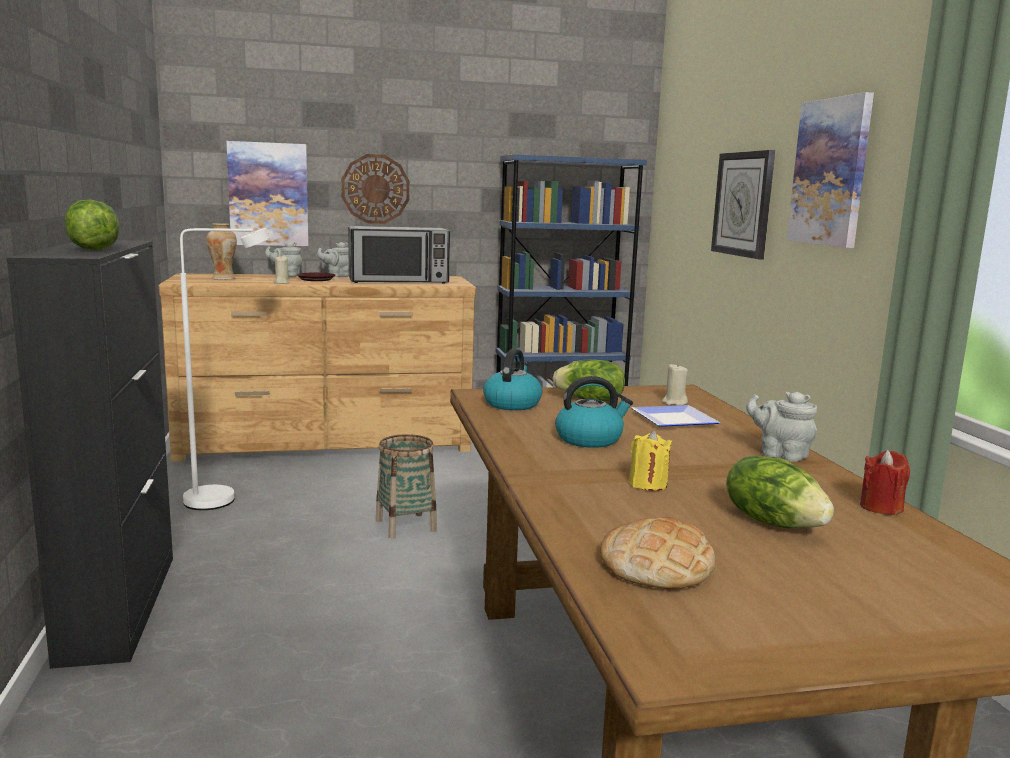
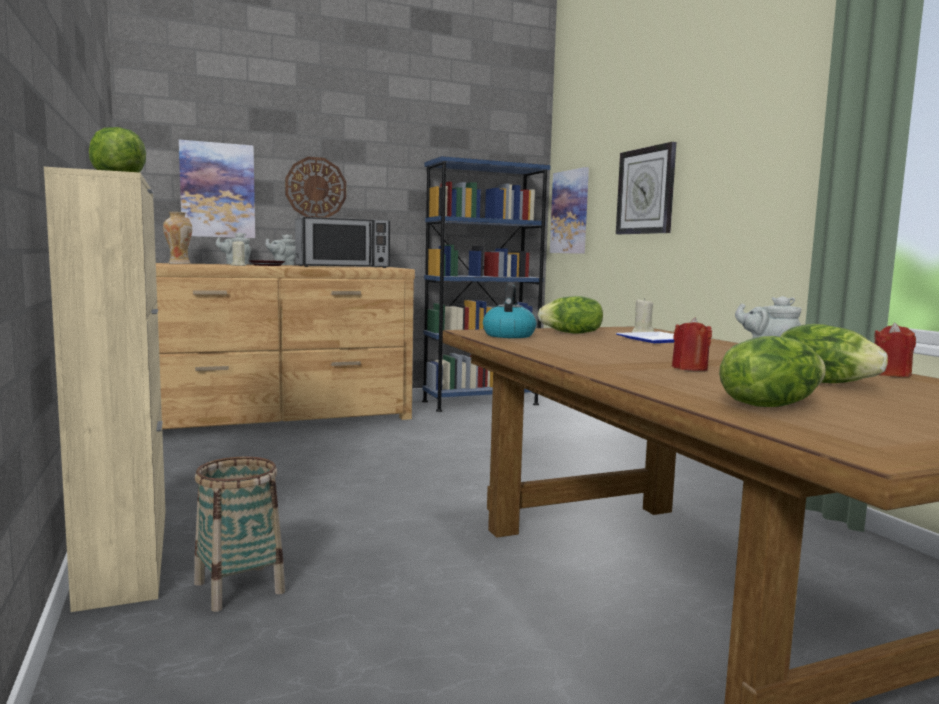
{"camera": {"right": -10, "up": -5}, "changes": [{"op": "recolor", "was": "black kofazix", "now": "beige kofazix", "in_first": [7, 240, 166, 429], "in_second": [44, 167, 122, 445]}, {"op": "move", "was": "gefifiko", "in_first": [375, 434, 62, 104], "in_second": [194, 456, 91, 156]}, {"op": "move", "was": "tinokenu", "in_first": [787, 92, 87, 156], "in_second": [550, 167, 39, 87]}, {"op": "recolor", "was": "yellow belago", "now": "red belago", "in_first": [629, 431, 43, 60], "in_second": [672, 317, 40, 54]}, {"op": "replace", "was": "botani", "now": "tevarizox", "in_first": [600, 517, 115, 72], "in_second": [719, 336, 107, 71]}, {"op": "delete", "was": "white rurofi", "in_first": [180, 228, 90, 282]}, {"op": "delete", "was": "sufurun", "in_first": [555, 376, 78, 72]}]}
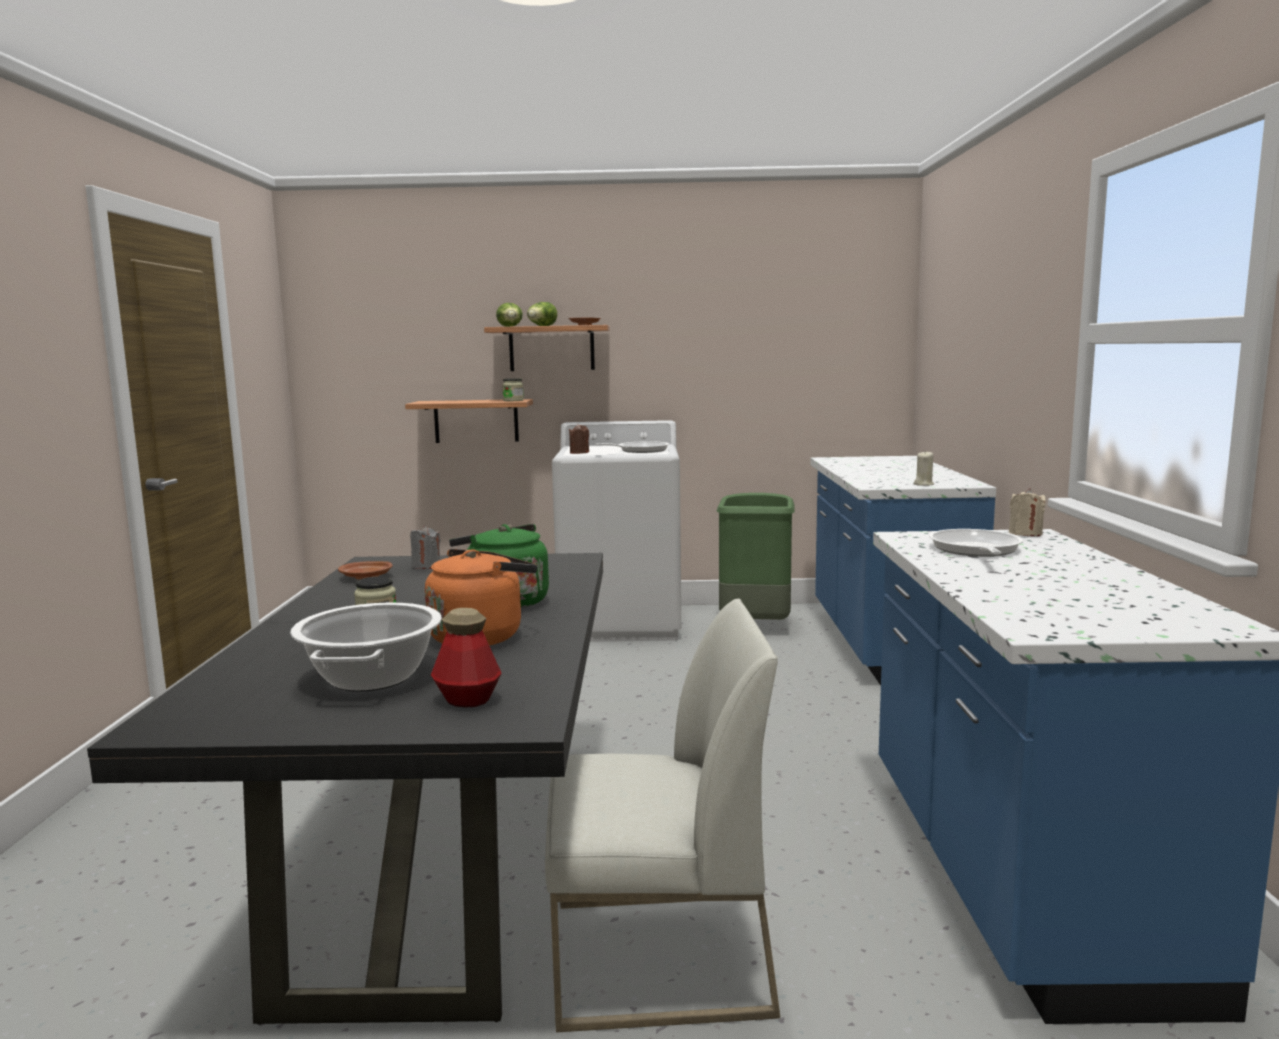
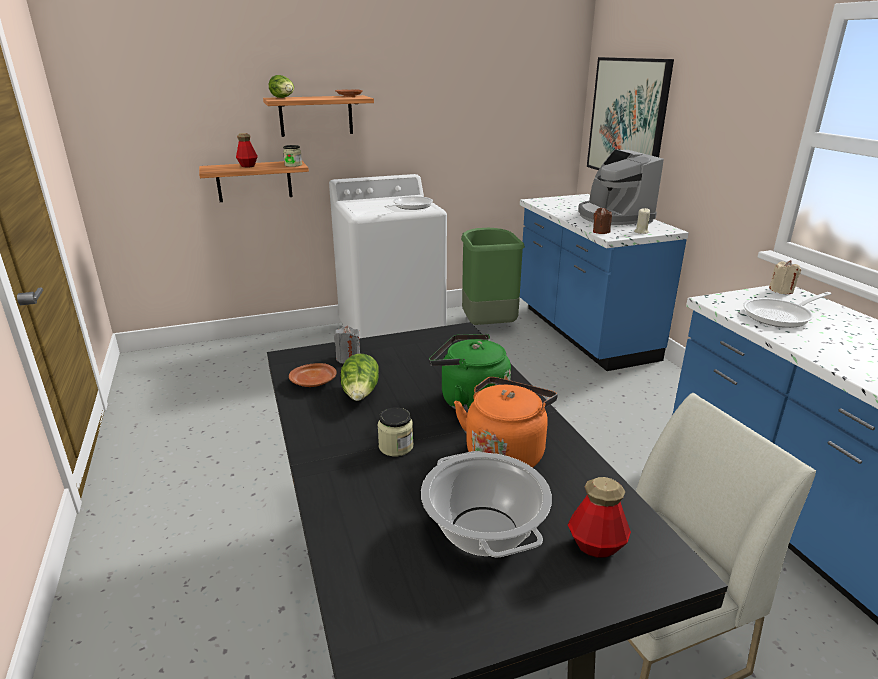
{"camera": {"right": -20, "up": 15}, "changes": [{"op": "insert", "now": "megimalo", "in_second": [236, 133, 22, 35]}, {"op": "move", "was": "tevarizox", "in_first": [527, 302, 30, 24], "in_second": [341, 354, 38, 47]}, {"op": "insert", "now": "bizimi", "in_second": [578, 149, 86, 76]}, {"op": "insert", "now": "tinokenu", "in_second": [587, 57, 87, 113]}, {"op": "move", "was": "brown belago", "in_first": [569, 424, 20, 30], "in_second": [593, 208, 19, 26]}, {"op": "rotate", "was": "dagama", "in_first": [929, 529, 94, 28], "in_second": [743, 292, 88, 36], "clockwise": -105}]}
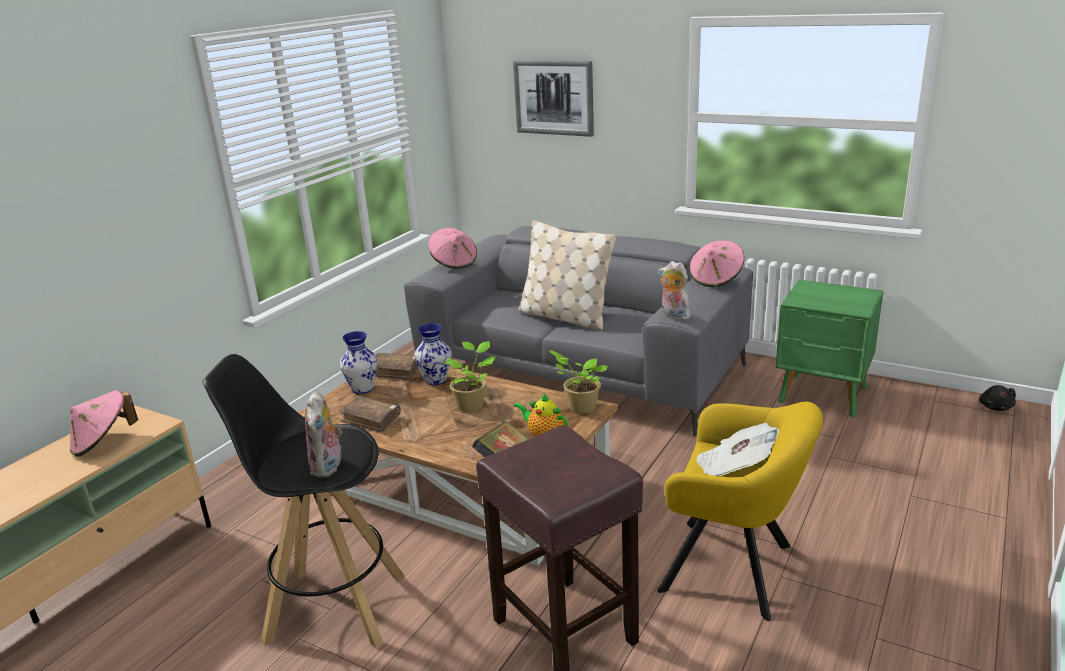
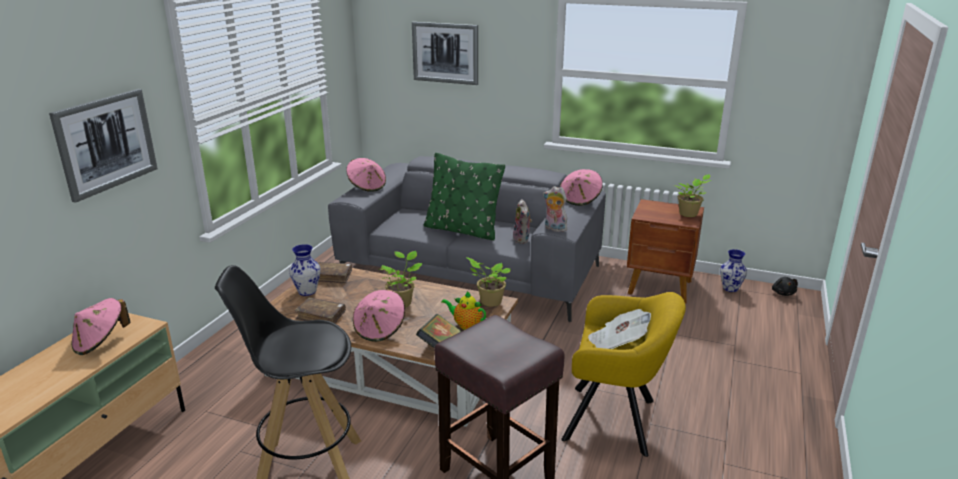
{"camera": {"right": -10, "up": 0}, "changes": [{"op": "insert", "now": "tinokenu", "in_second": [49, 89, 109, 114]}, {"op": "insert", "now": "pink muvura", "in_second": [353, 289, 52, 53]}, {"op": "recolor", "was": "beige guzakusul", "now": "green guzakusul", "in_first": [518, 220, 98, 110], "in_second": [424, 153, 81, 87]}, {"op": "move", "was": "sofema", "in_first": [305, 391, 37, 86], "in_second": [513, 199, 19, 45]}, {"op": "recolor", "was": "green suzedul", "now": "brown suzedul", "in_first": [776, 280, 107, 138], "in_second": [627, 199, 77, 105]}, {"op": "insert", "now": "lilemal", "in_second": [674, 174, 37, 43]}, {"op": "move", "was": "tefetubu", "in_first": [414, 323, 37, 62], "in_second": [720, 249, 27, 43]}]}
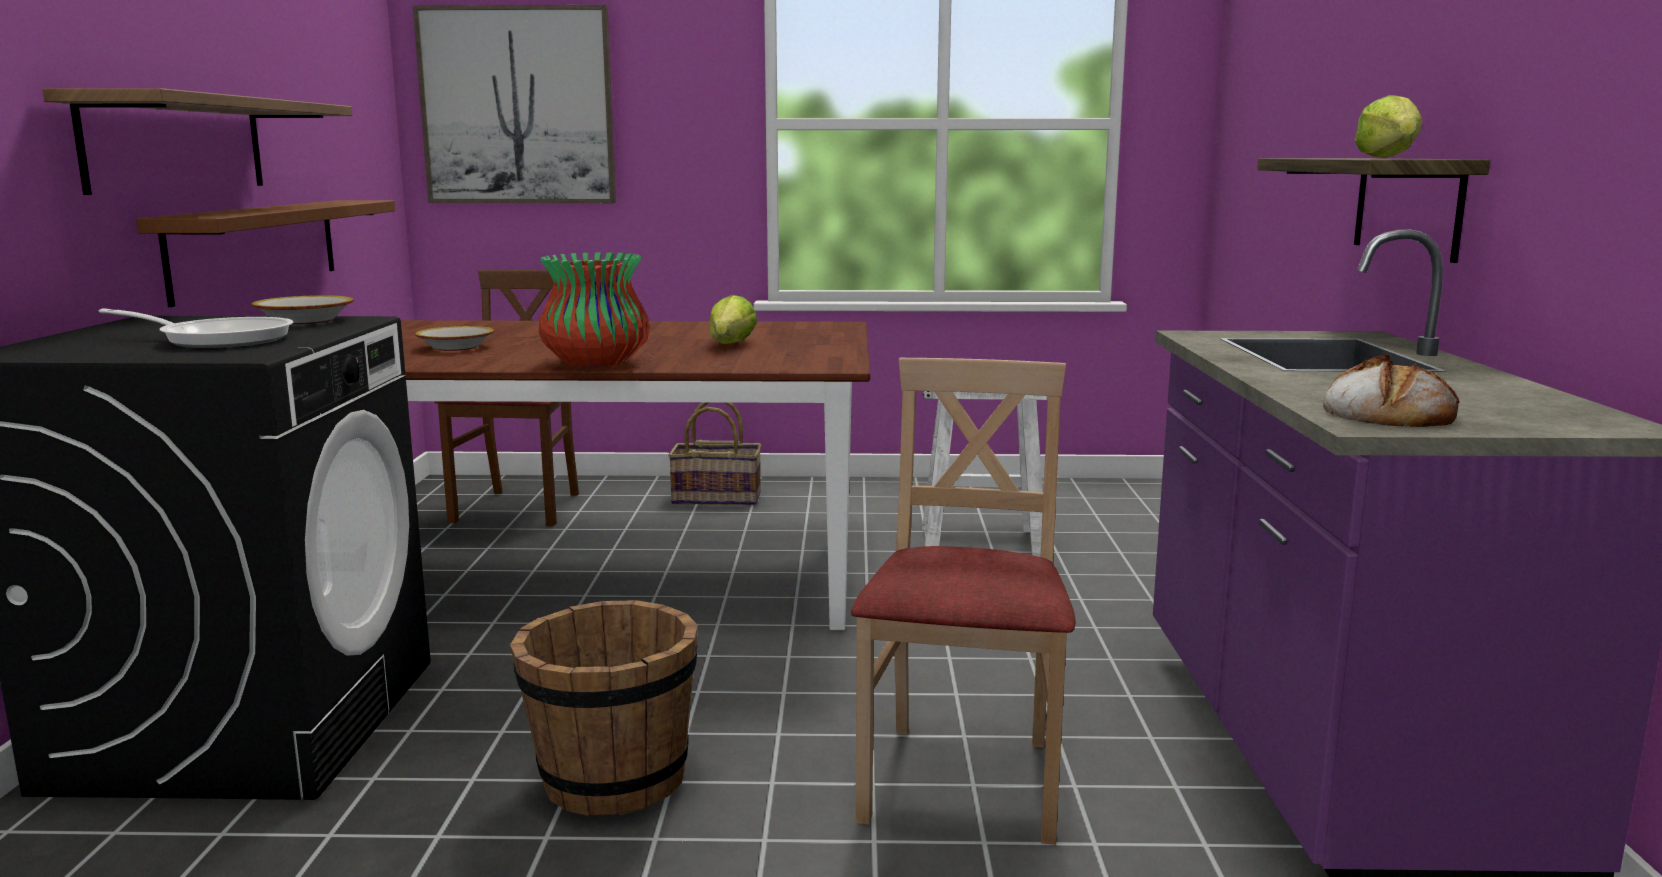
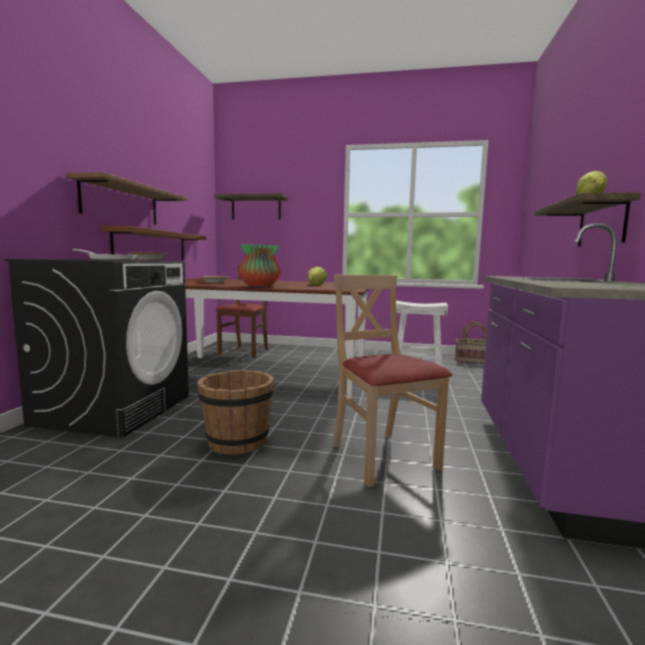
{"camera": {"right": 10, "up": -5}, "changes": [{"op": "replace", "was": "tinokenu", "now": "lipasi", "in_first": [413, 5, 203, 198], "in_second": [214, 193, 75, 27]}, {"op": "rotate", "was": "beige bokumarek", "in_first": [851, 358, 224, 487], "in_second": [333, 275, 119, 212], "clockwise": -45}, {"op": "move", "was": "gefifiko", "in_first": [668, 402, 94, 103], "in_second": [455, 321, 32, 43]}, {"op": "delete", "was": "botani", "in_first": [1323, 354, 137, 73]}]}
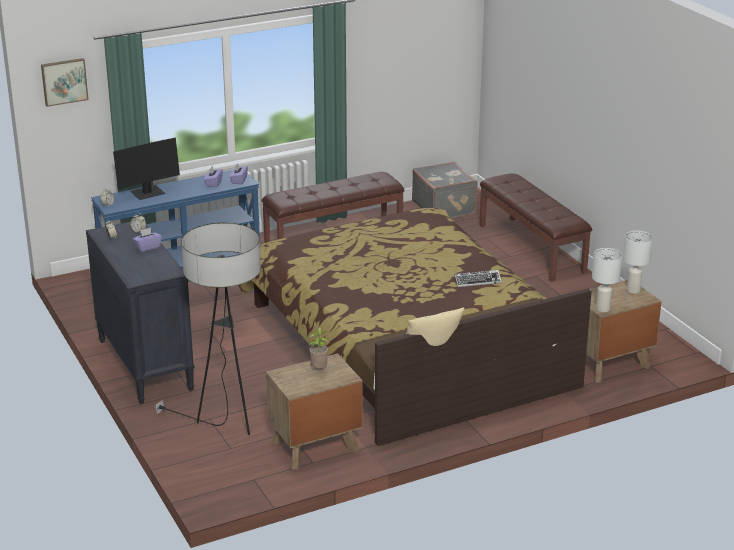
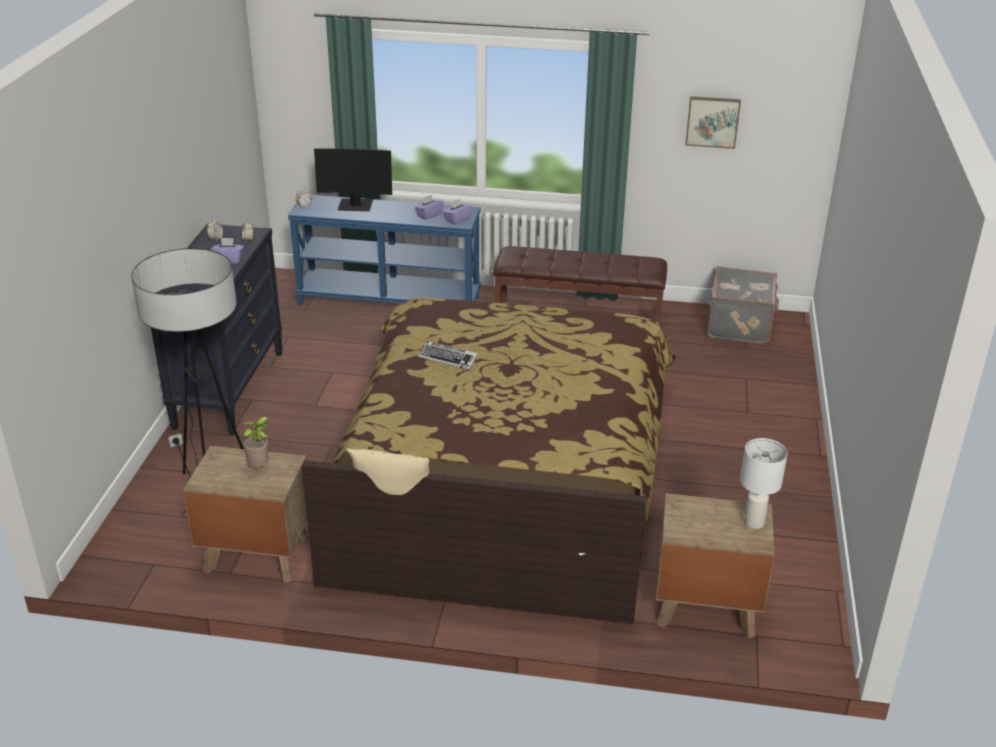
{"camera": {"right": 35, "up": 5}, "changes": [{"op": "move", "was": "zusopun", "in_first": [454, 270, 48, 17], "in_second": [418, 340, 59, 30]}, {"op": "move", "was": "tinokenu", "in_first": [41, 58, 48, 49], "in_second": [685, 96, 56, 53]}, {"op": "delete", "was": "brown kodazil", "in_first": [480, 174, 112, 108]}, {"op": "delete", "was": "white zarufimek", "in_first": [592, 248, 30, 64]}]}
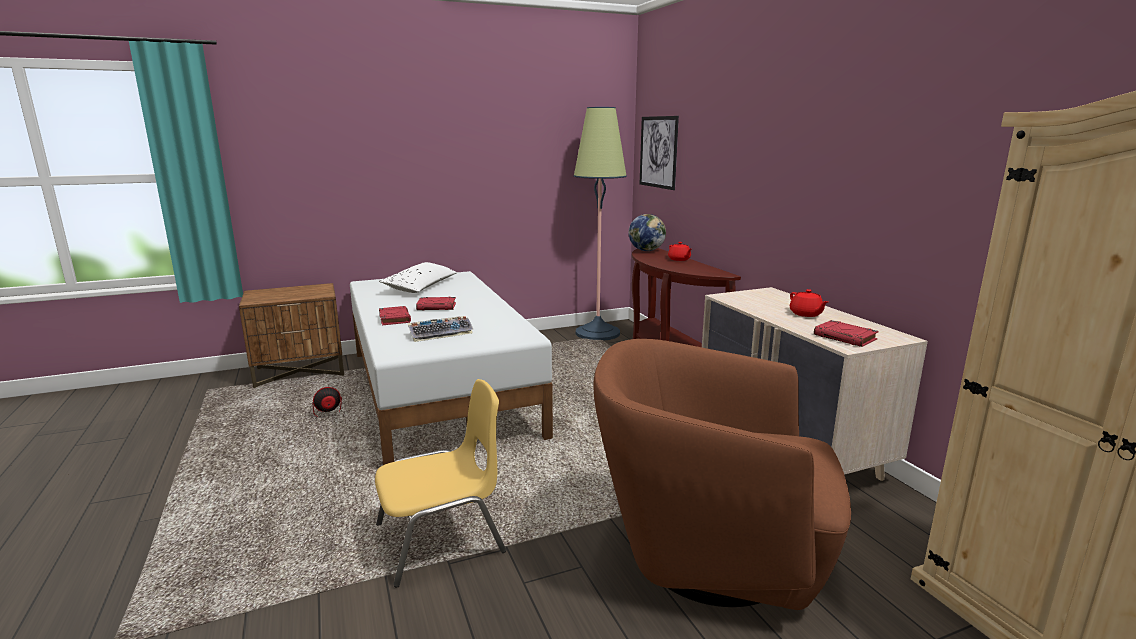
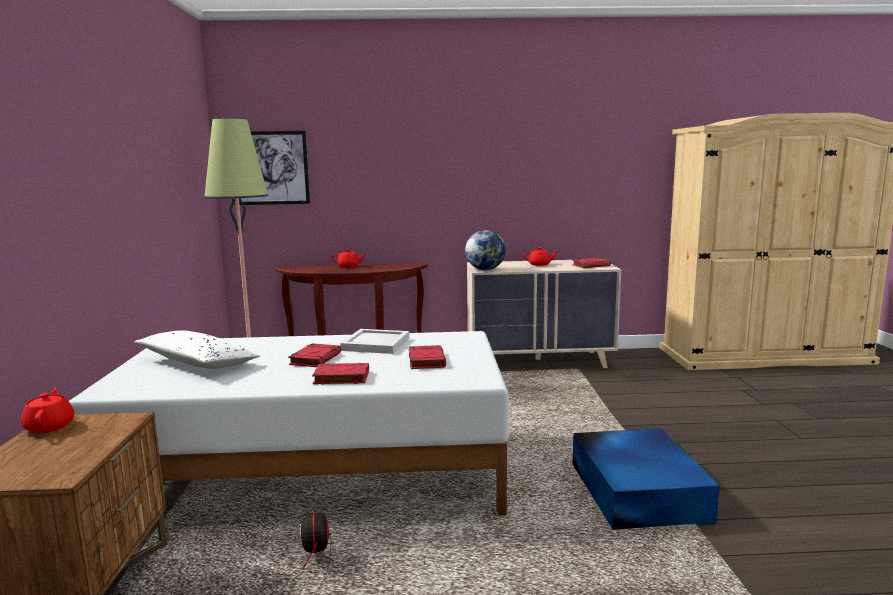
{"camera": {"right": -70, "up": -5}, "changes": [{"op": "insert", "now": "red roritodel", "in_second": [21, 388, 53, 45]}, {"op": "insert", "now": "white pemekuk", "in_second": [340, 329, 69, 25]}, {"op": "replace", "was": "zusopun", "now": "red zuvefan", "in_first": [407, 316, 66, 26], "in_second": [409, 345, 37, 24]}, {"op": "move", "was": "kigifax", "in_first": [629, 214, 37, 37], "in_second": [465, 230, 41, 40]}, {"op": "replace", "was": "yellow bokumarek", "now": "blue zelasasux", "in_first": [375, 379, 131, 209], "in_second": [573, 428, 147, 102]}, {"op": "delete", "was": "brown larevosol", "in_first": [593, 339, 258, 271]}]}
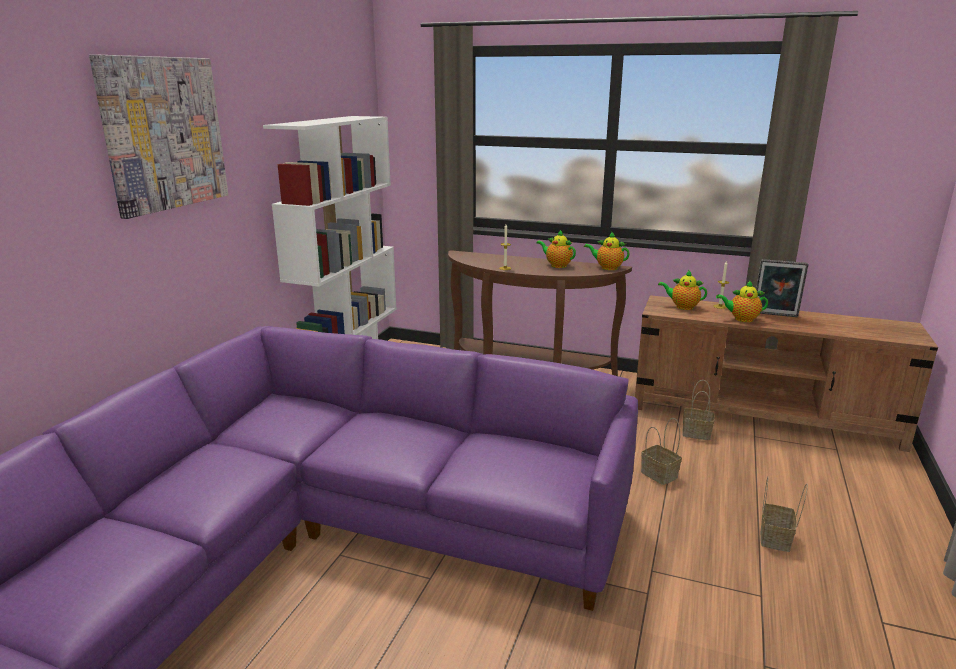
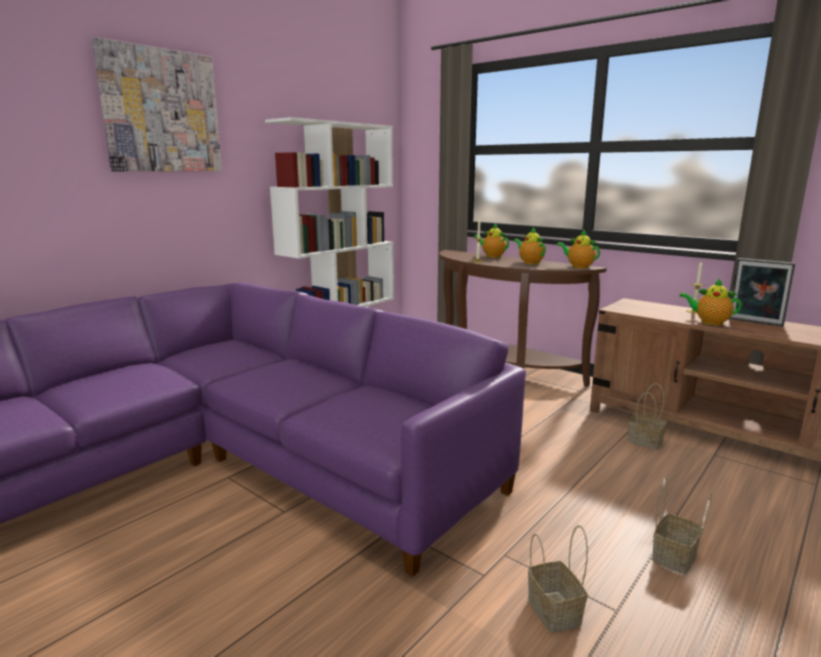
{"camera": {"right": 20, "up": -5}, "changes": [{"op": "move", "was": "roritodel", "in_first": [658, 270, 49, 40], "in_second": [474, 223, 35, 35]}, {"op": "move", "was": "gefifiko", "in_first": [641, 418, 41, 67], "in_second": [528, 525, 60, 108]}]}
